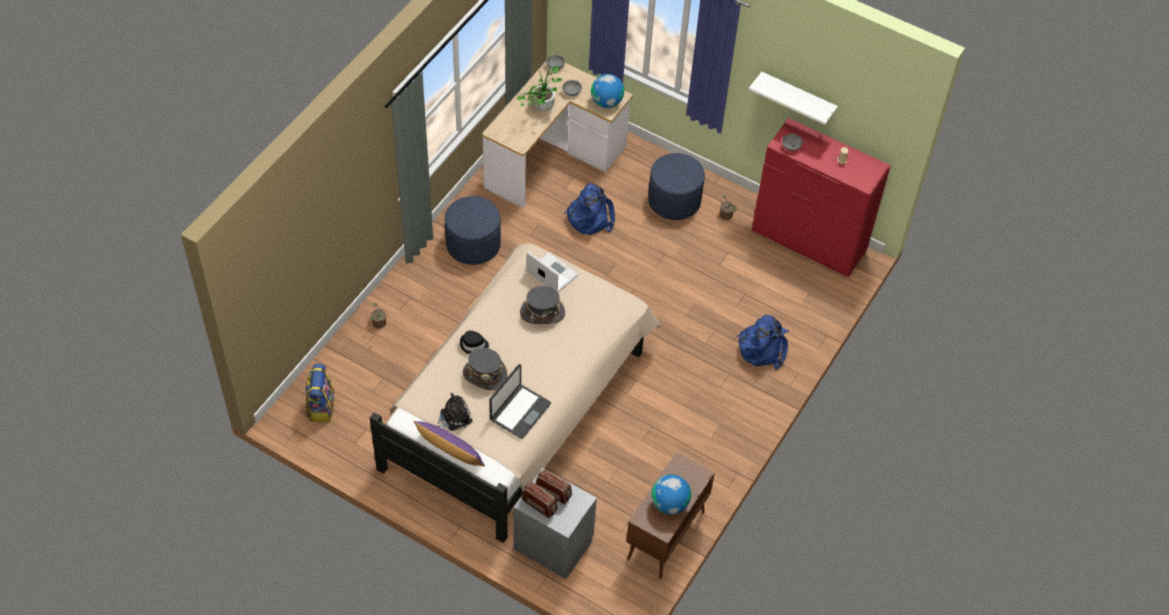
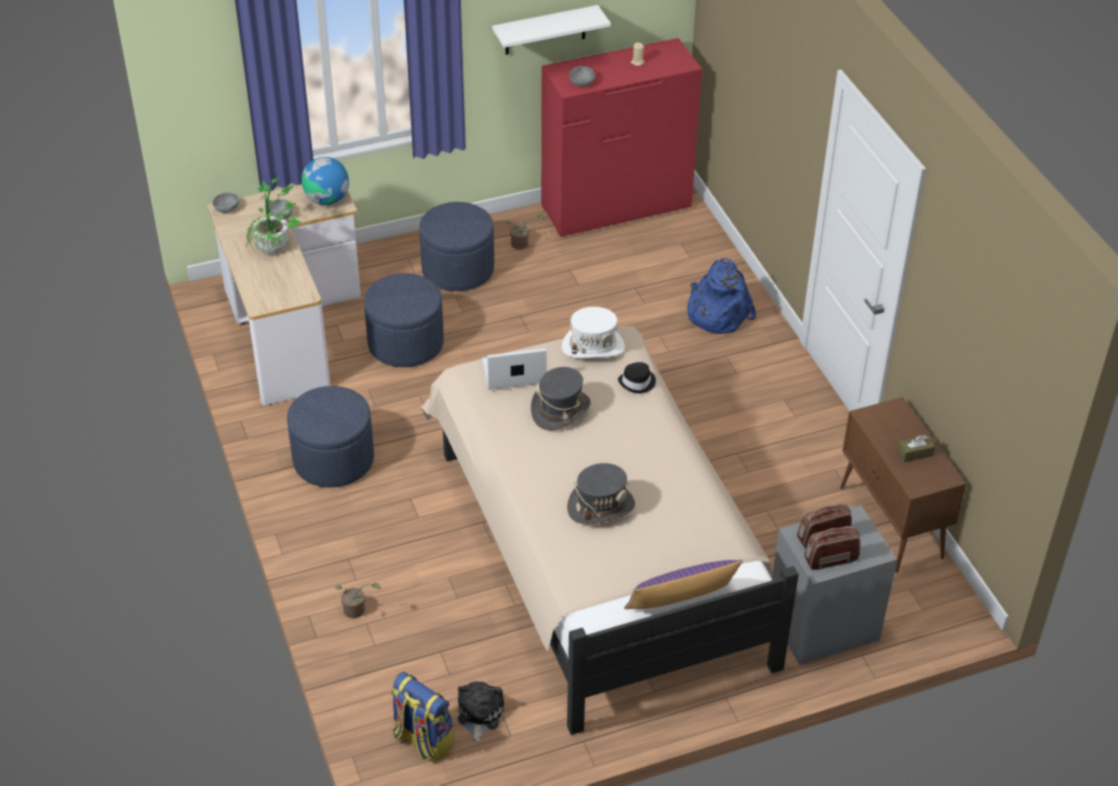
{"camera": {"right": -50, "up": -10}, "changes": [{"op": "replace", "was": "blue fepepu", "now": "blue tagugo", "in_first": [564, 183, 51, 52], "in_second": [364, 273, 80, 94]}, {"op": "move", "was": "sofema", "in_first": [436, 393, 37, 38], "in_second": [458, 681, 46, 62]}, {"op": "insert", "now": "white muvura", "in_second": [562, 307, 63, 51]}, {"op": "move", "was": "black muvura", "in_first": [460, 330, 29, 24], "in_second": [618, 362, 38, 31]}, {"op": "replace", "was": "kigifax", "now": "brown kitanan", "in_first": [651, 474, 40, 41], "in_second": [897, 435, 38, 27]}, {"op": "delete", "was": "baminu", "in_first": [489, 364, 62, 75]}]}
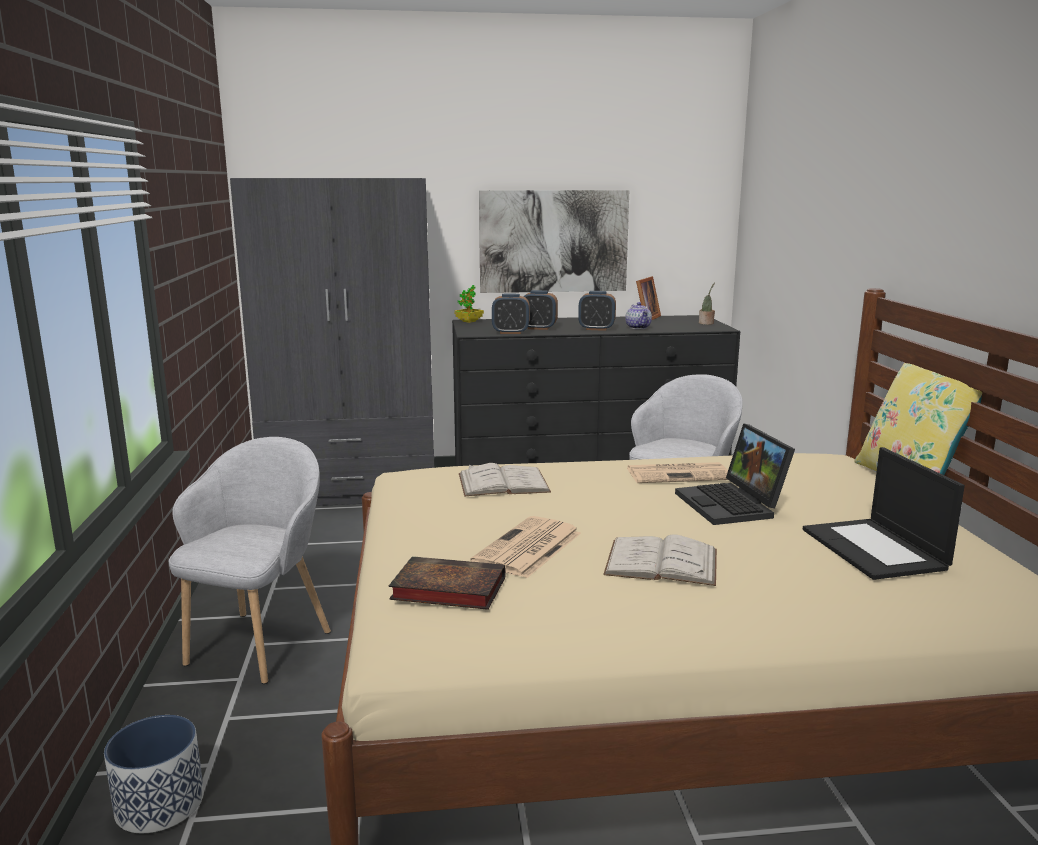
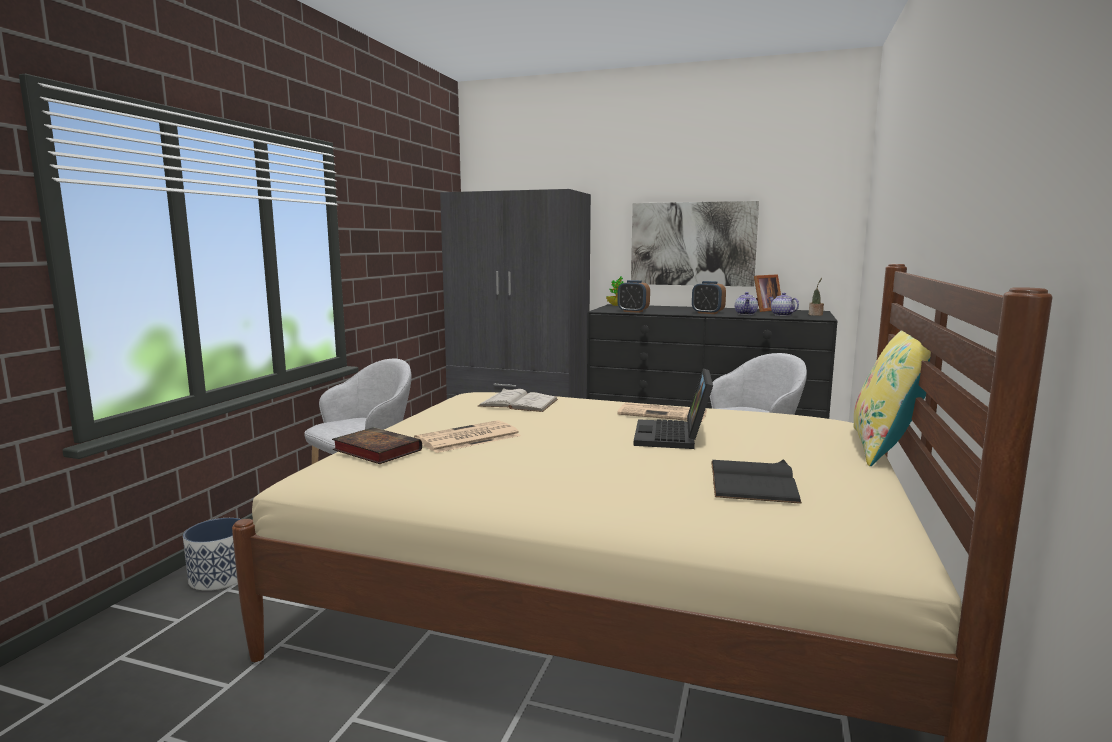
{"camera": {"right": 25, "up": -5}, "changes": [{"op": "replace", "was": "baminu", "now": "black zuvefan", "in_first": [803, 447, 162, 133], "in_second": [711, 459, 91, 45]}, {"op": "insert", "now": "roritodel", "in_second": [769, 293, 30, 23]}, {"op": "delete", "was": "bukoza", "in_first": [523, 290, 35, 40]}, {"op": "delete", "was": "white zuvefan", "in_first": [603, 534, 114, 52]}]}
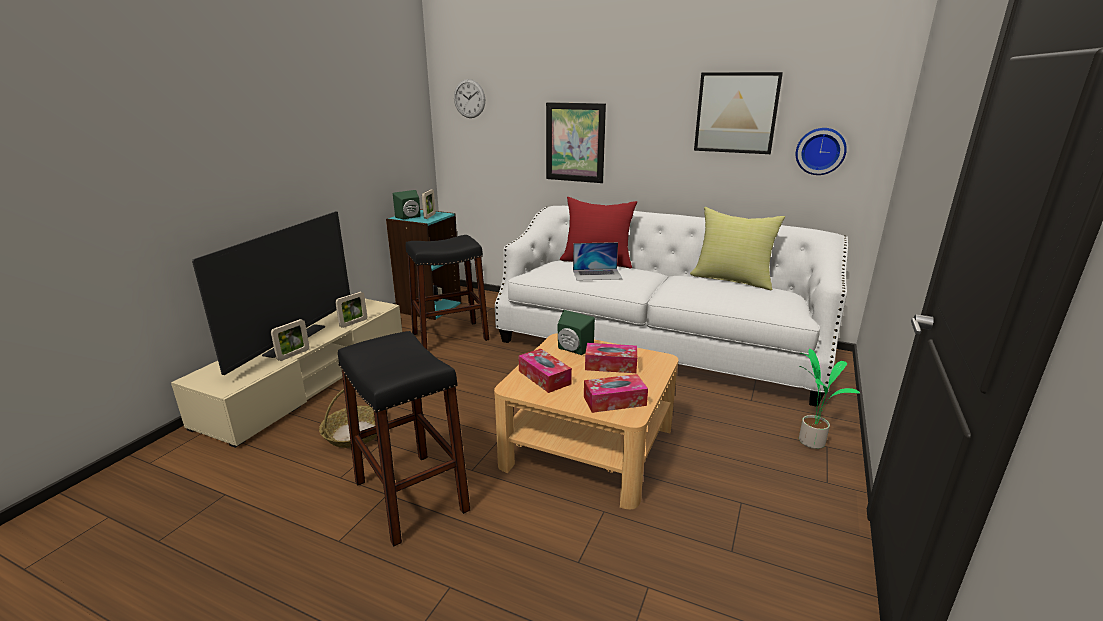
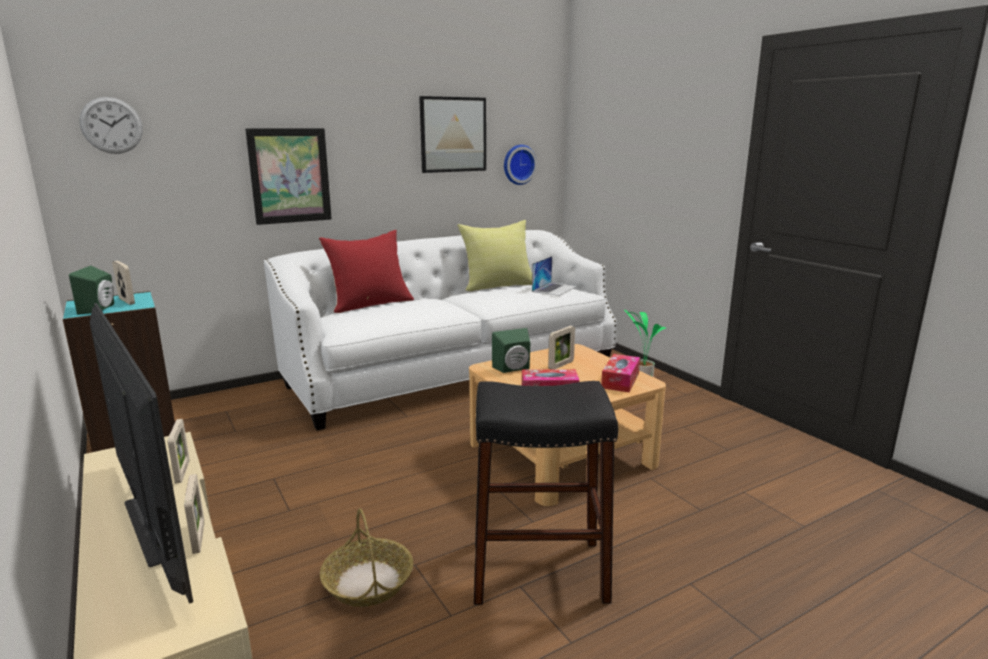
{"camera": {"right": -55, "up": -5}, "changes": [{"op": "move", "was": "baminu", "in_first": [573, 242, 49, 39], "in_second": [532, 256, 45, 40]}, {"op": "replace", "was": "kitanan", "now": "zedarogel", "in_first": [585, 343, 52, 30], "in_second": [548, 326, 27, 43]}, {"op": "delete", "was": "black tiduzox", "in_first": [406, 235, 83, 114]}]}
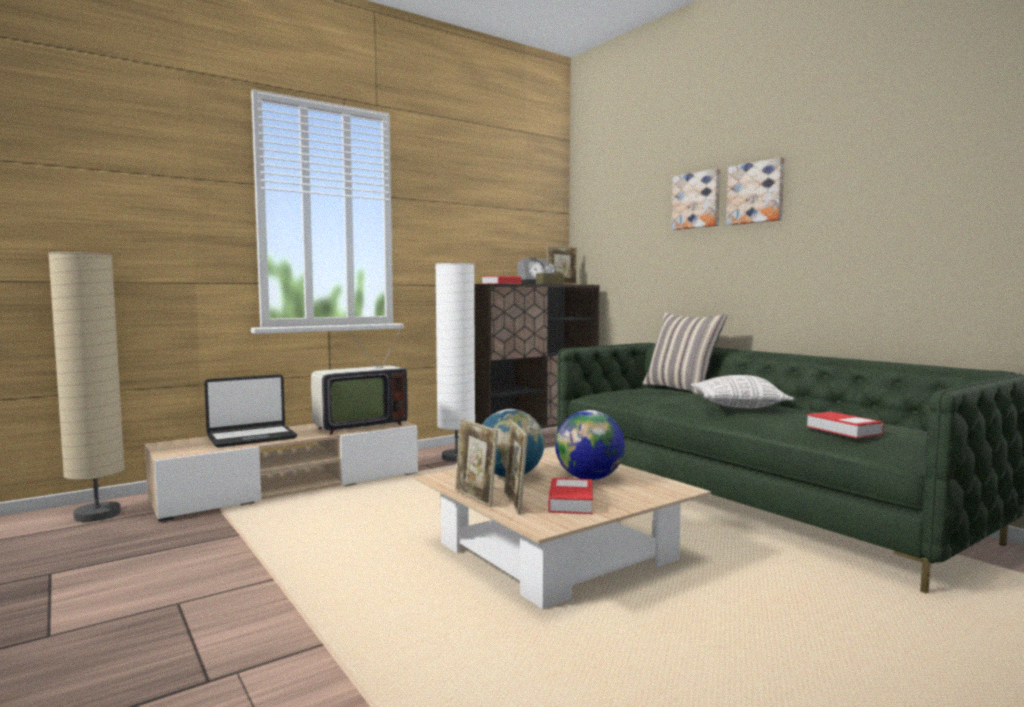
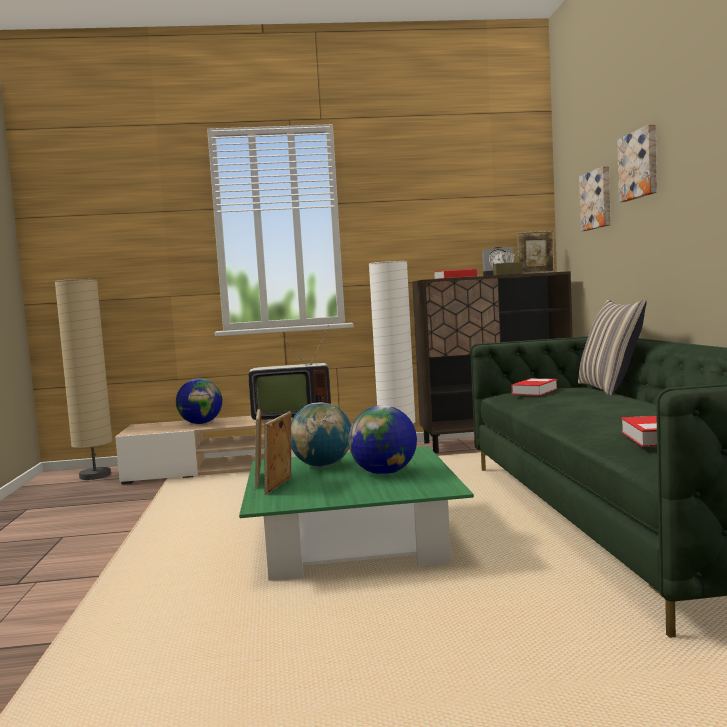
{"camera": {"right": 30, "up": 0}, "changes": [{"op": "replace", "was": "baminu", "now": "kigifax", "in_first": [204, 374, 93, 74], "in_second": [176, 379, 46, 45]}, {"op": "recolor", "was": "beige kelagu", "now": "green kelagu", "in_first": [415, 450, 296, 159], "in_second": [239, 446, 235, 135]}, {"op": "move", "was": "zuvefan", "in_first": [548, 478, 45, 36], "in_second": [511, 378, 47, 18]}, {"op": "move", "was": "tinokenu", "in_first": [726, 157, 59, 68], "in_second": [579, 166, 32, 65]}, {"op": "delete", "was": "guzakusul", "in_first": [691, 375, 103, 33]}]}
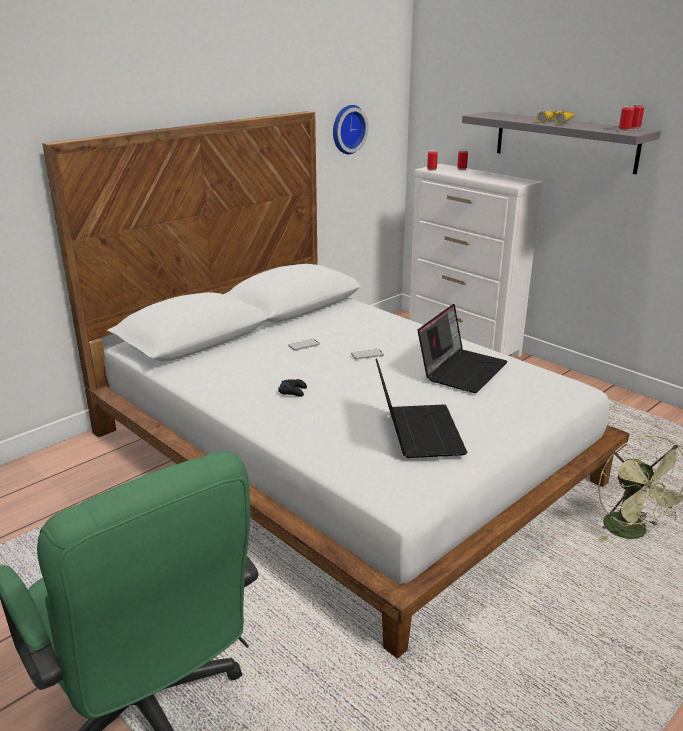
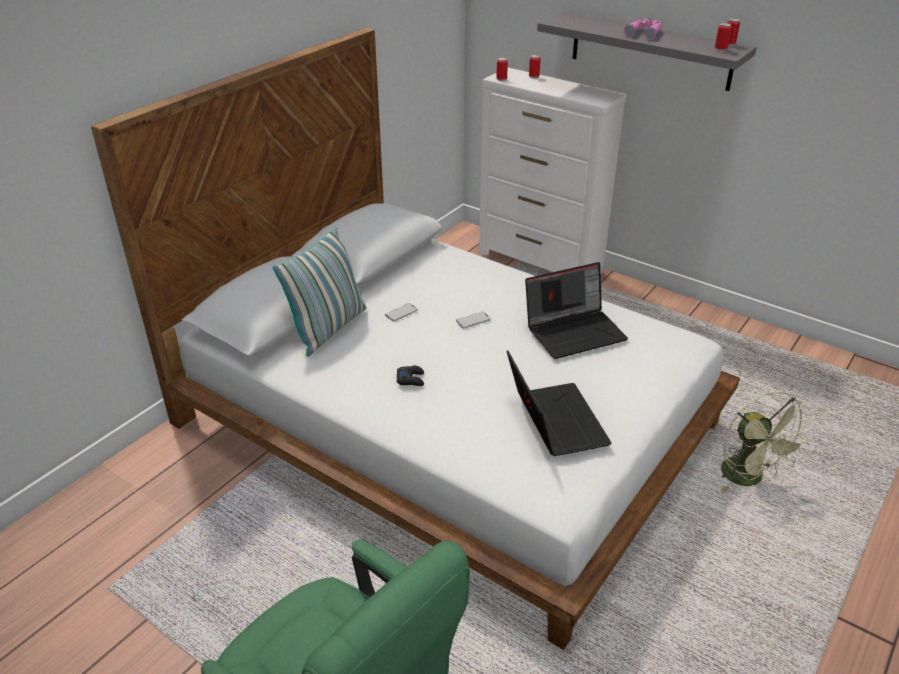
{"camera": {"right": -10, "up": 10}, "changes": [{"op": "insert", "now": "guzakusul", "in_second": [272, 227, 95, 130]}, {"op": "rotate", "was": "baminu", "in_first": [417, 304, 91, 89], "in_second": [525, 262, 103, 97], "clockwise": 45}, {"op": "recolor", "was": "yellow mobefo", "now": "pink mobefo", "in_first": [536, 110, 38, 15], "in_second": [624, 18, 38, 22]}, {"op": "delete", "was": "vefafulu", "in_first": [333, 105, 36, 49]}]}
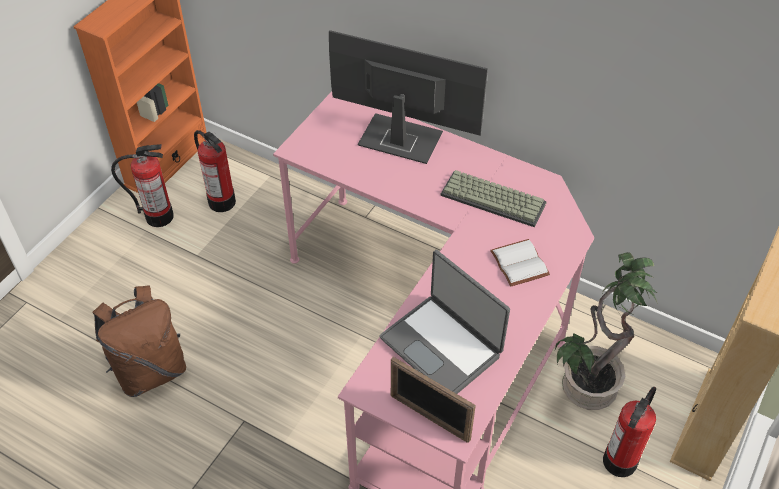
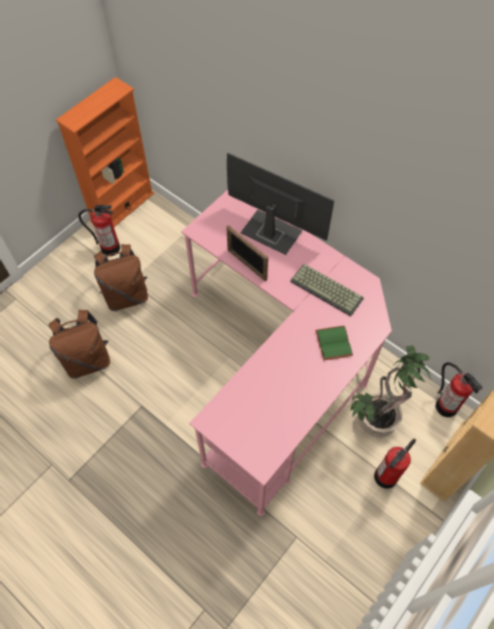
{"camera": {"right": 10, "up": 10}, "changes": [{"op": "insert", "now": "brown fepepu", "in_second": [93, 244, 55, 67]}, {"op": "move", "was": "zedarogel", "in_first": [391, 357, 85, 86], "in_second": [226, 225, 42, 56]}, {"op": "recolor", "was": "white zuvefan", "now": "green zuvefan", "in_first": [490, 239, 60, 48], "in_second": [315, 326, 38, 34]}, {"op": "move", "was": "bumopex", "in_first": [194, 130, 42, 82], "in_second": [436, 362, 47, 55]}, {"op": "delete", "was": "baminu", "in_first": [379, 250, 131, 144]}]}
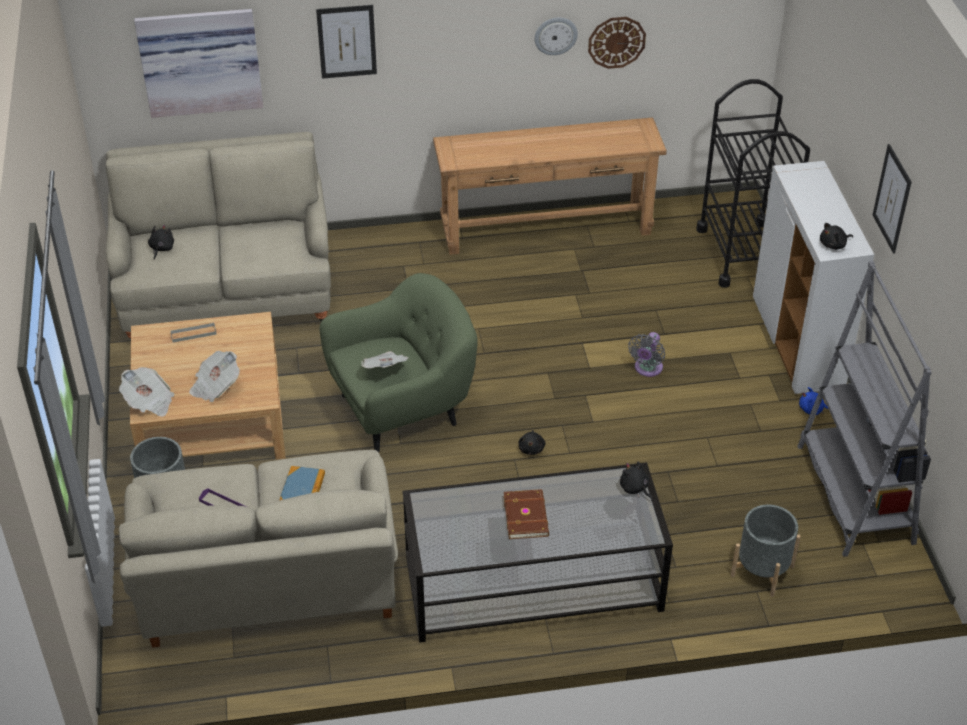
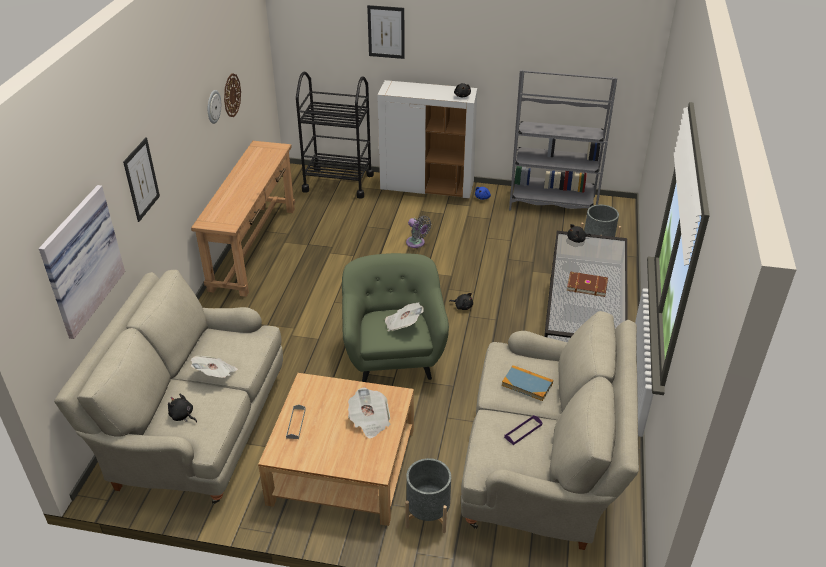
{"camera": {"right": -70, "up": -5}, "changes": [{"op": "move", "was": "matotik", "in_first": [119, 367, 55, 50], "in_second": [190, 356, 48, 22]}, {"op": "move", "was": "tinokenu", "in_first": [873, 144, 39, 110], "in_second": [367, 5, 38, 54]}]}
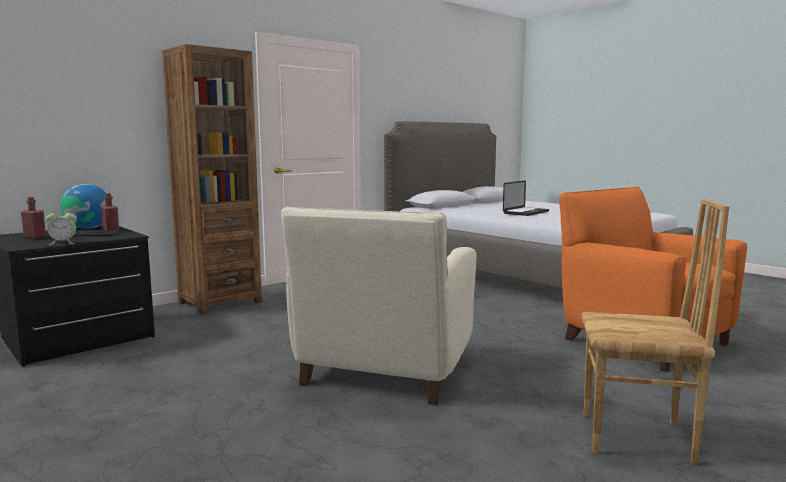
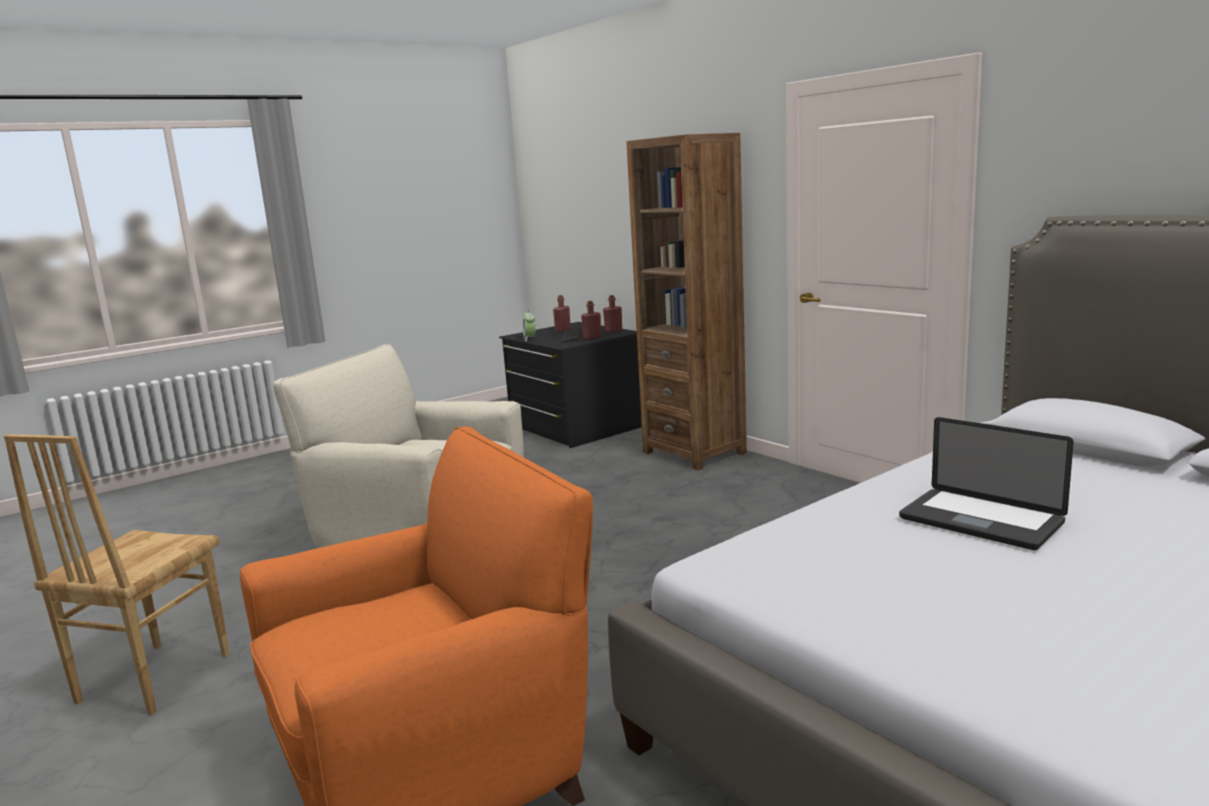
{"camera": {"right": 95, "up": 5}, "changes": [{"op": "replace", "was": "kigifax", "now": "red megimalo", "in_first": [61, 184, 45, 45], "in_second": [603, 295, 19, 38]}]}
